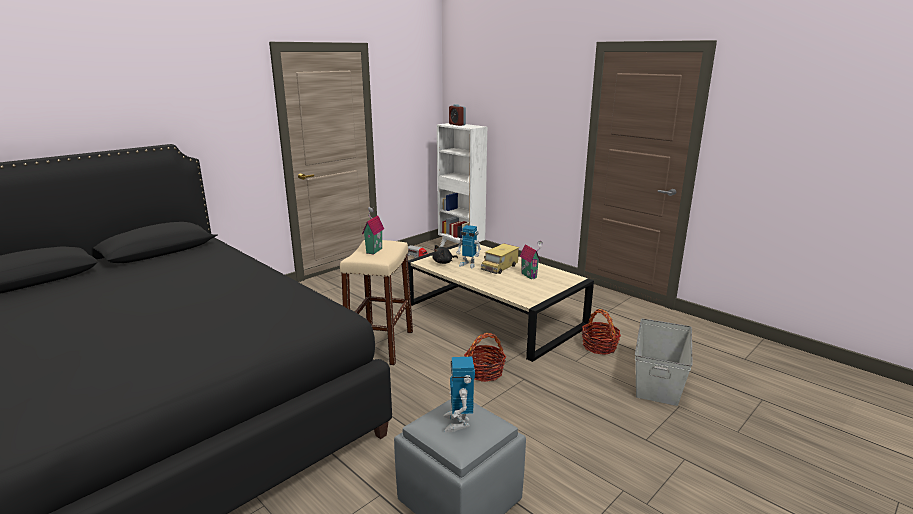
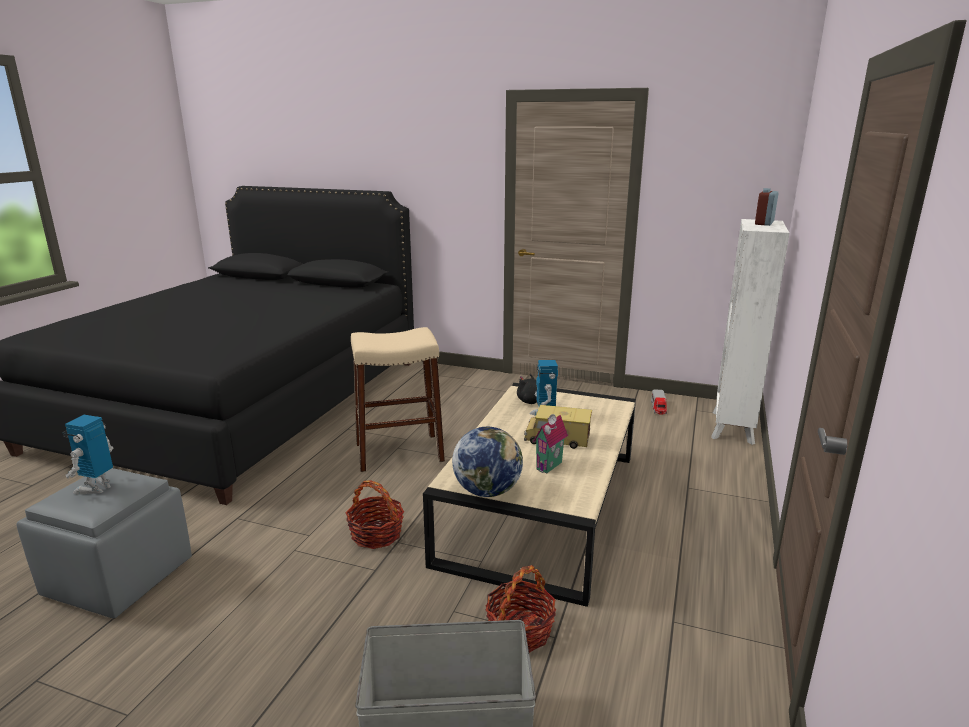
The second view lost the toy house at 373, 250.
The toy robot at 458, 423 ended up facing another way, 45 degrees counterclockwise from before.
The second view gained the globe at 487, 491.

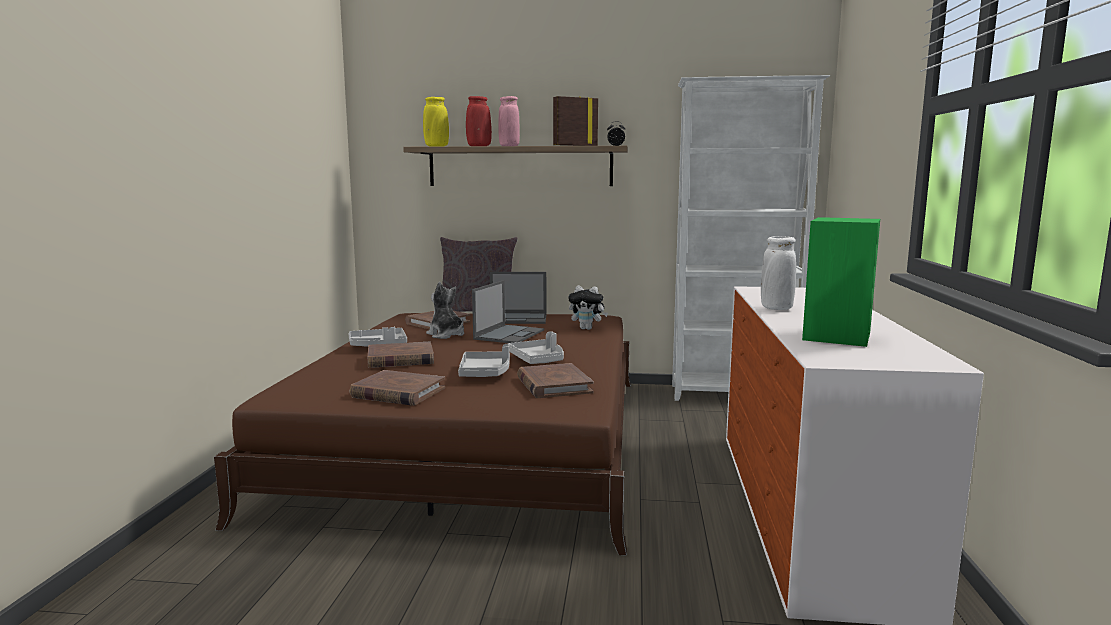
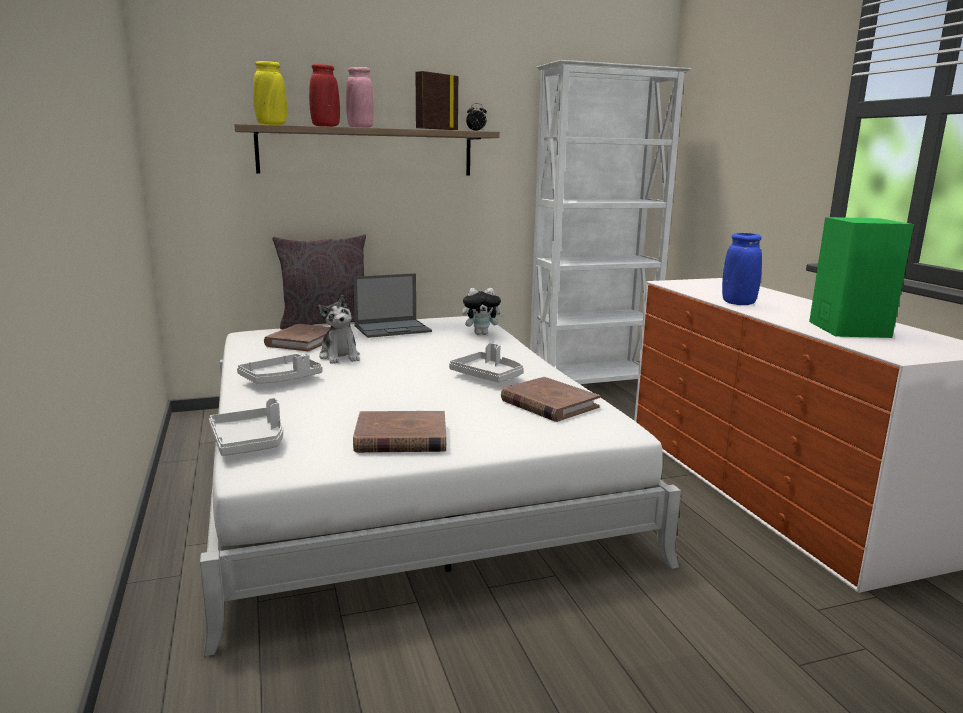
What was the brown bed at 476, 439 turned into the white bed at 399, 472.
The second view lost the brown book at 400, 359.
The plush toy at 446, 335 ended up facing another way, 135 degrees counterclockwise from before.
The grey tray ended up elsewhere, having gone from 485, 373 to 249, 442.
The second view lost the laptop at 509, 334.
What was the white vase at 776, 308 turned into the blue vase at 738, 303.

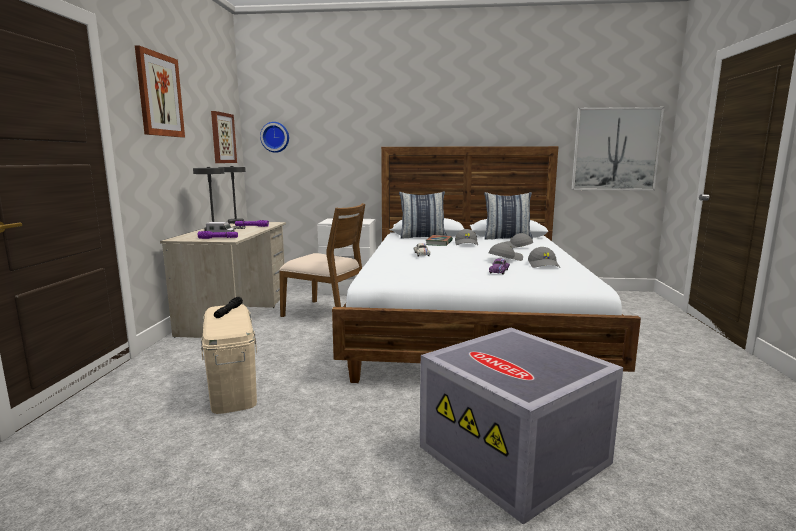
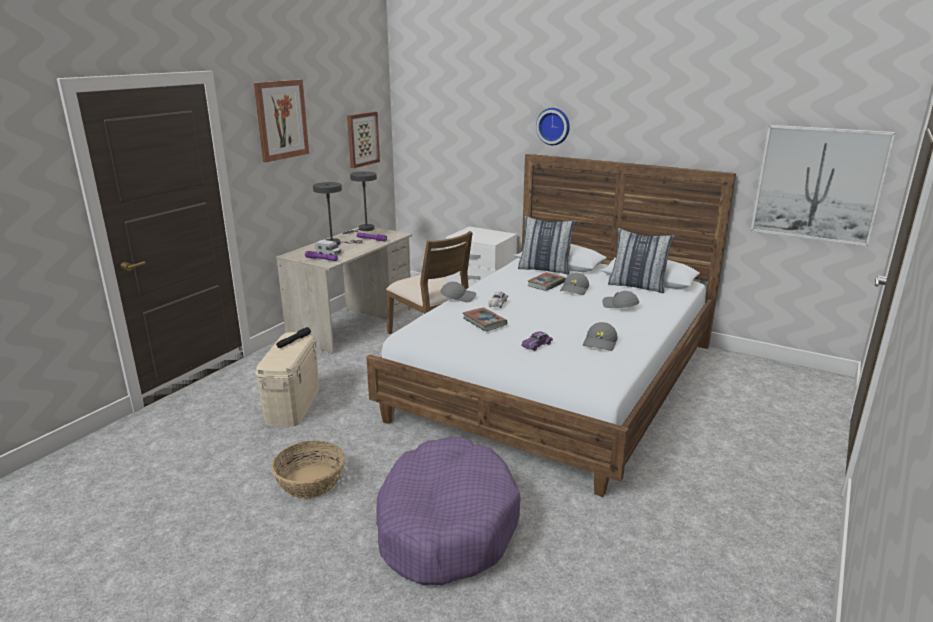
The wall clock ended up elsewhere, having gone from 275, 137 to 553, 126.
Where the grey storage box stood at 516, 455, the purple dog bed came to stand at 445, 524.
The grey cap ended up elsewhere, having gone from 505, 259 to 458, 297.
The second view gained the basket at 310, 482.
The second view gained the book at 484, 322.

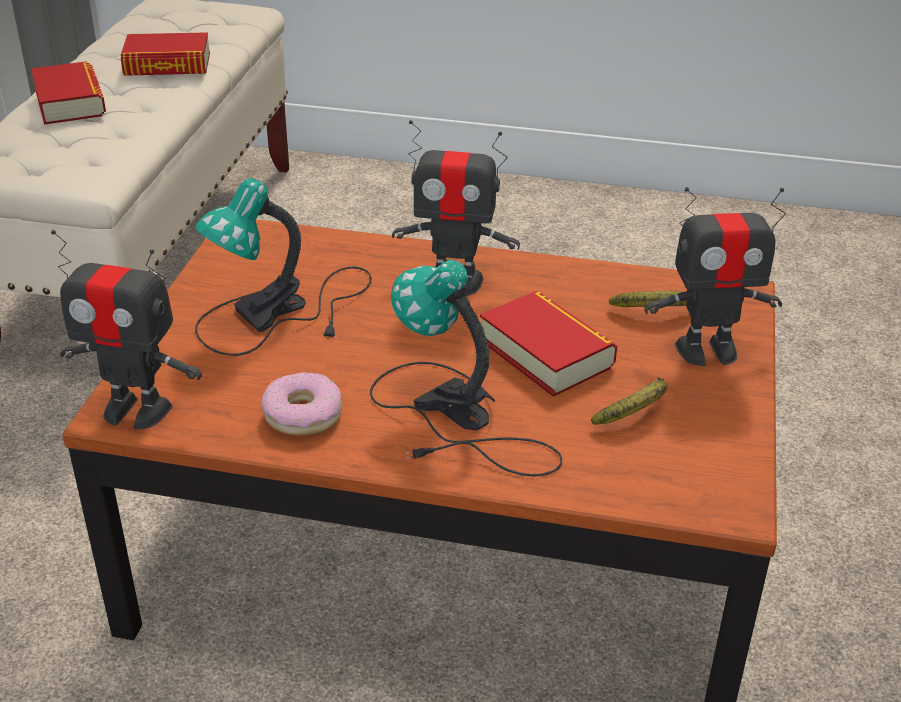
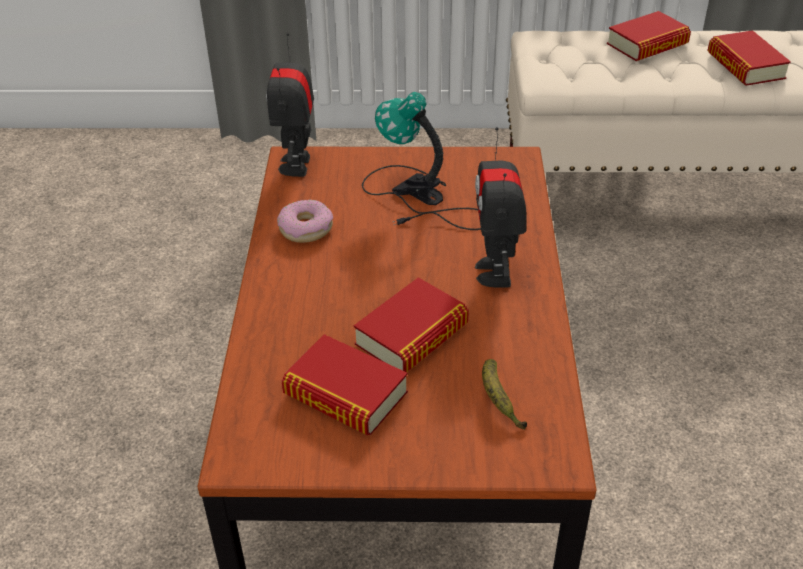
The second view lost the table lamp at 455, 418.
Where the banana stood at 636, 412, the book came to stand at 345, 394.
The second view lost the toy robot at 707, 350.

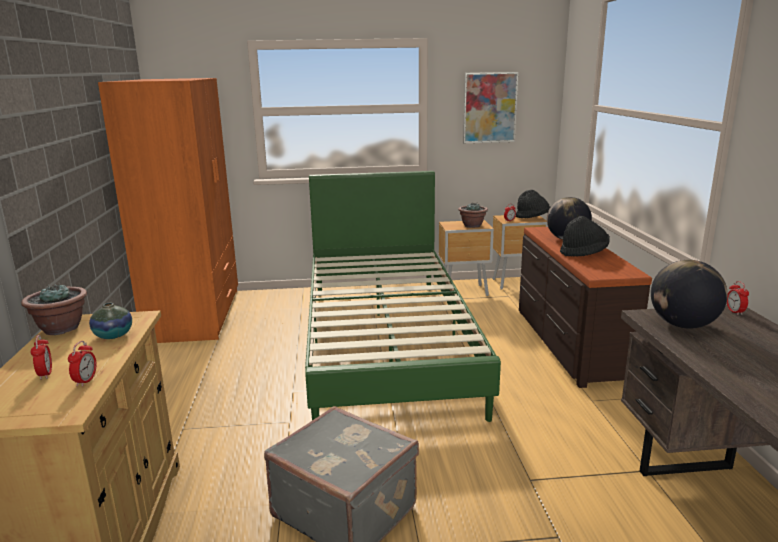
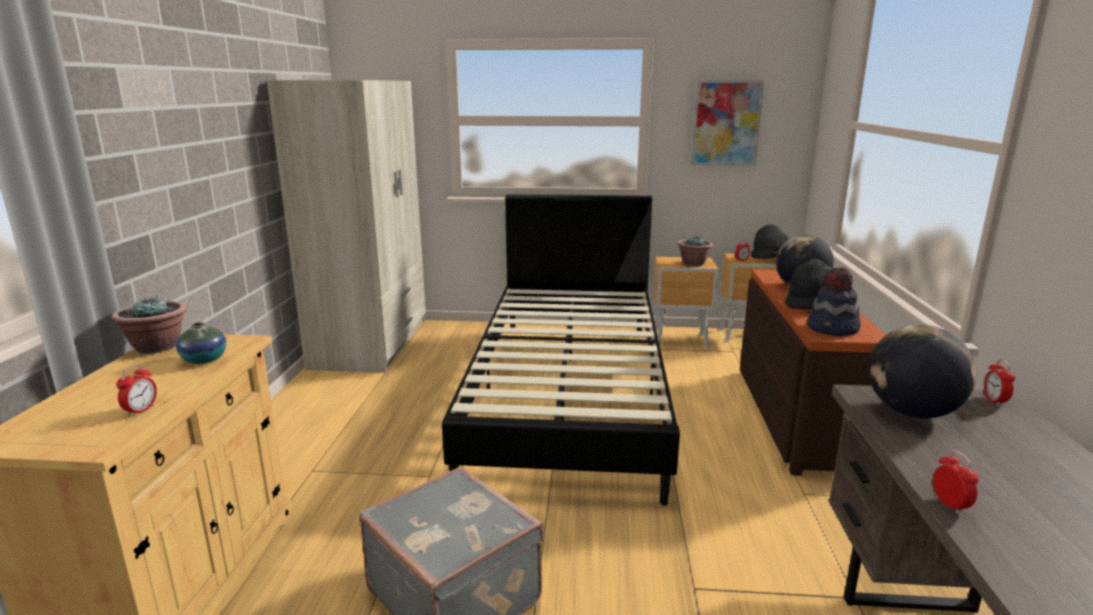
The alarm clock ended up elsewhere, having gone from 45, 374 to 949, 505.
What was the orange wardrobe at 196, 315 turned into the beige wardrobe at 372, 343.
What was the green bed at 386, 343 turned into the black bed at 569, 394.
The second view gained the hat at 833, 329.

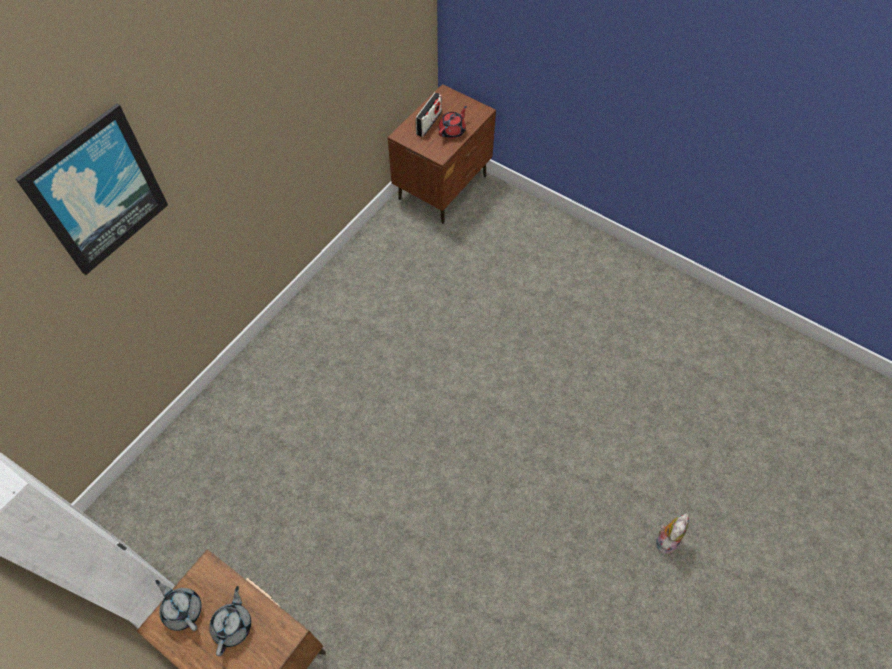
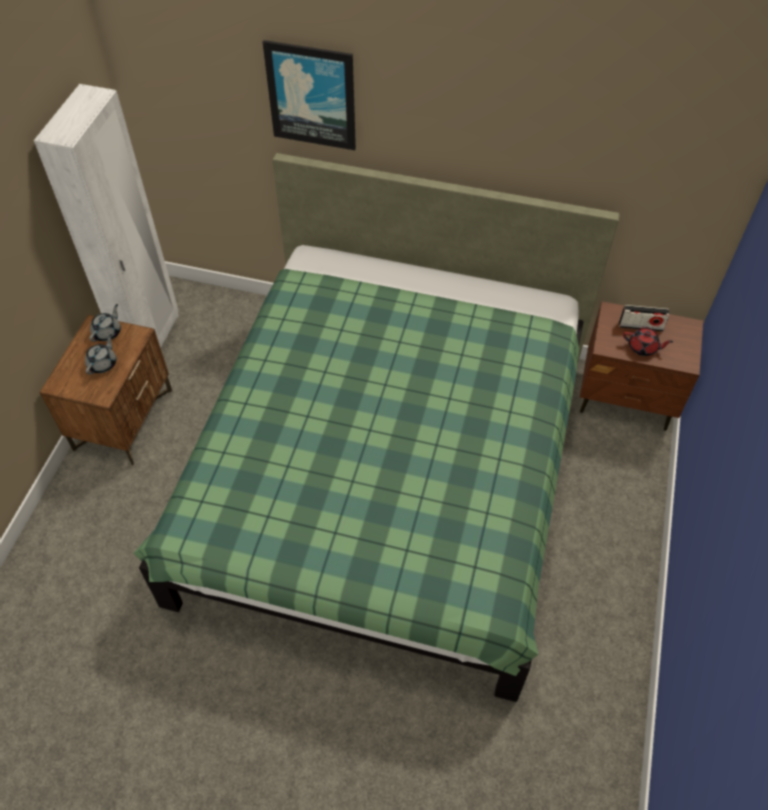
The grey teapot at 233, 625 ended up facing another way, 60 degrees counterclockwise from before.
The second view lost the plush toy at 665, 539.
The second view gained the green bed at 385, 475.

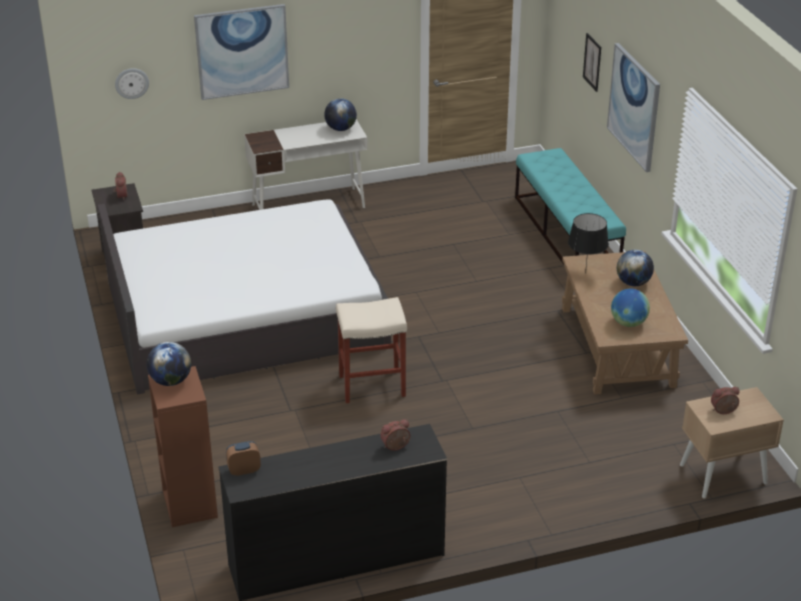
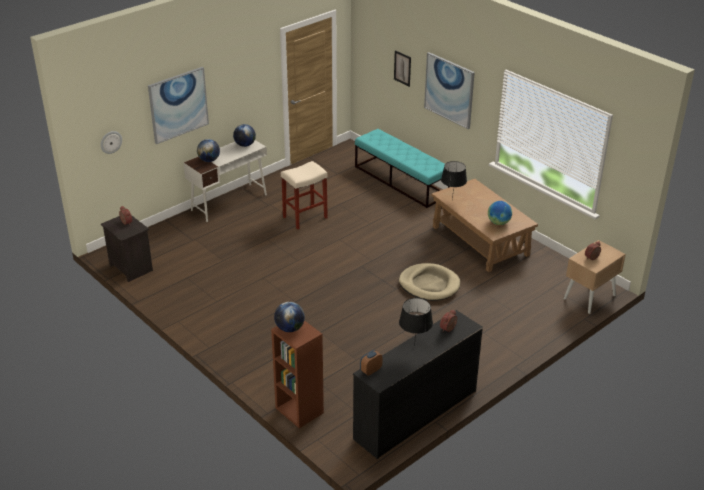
The second view lost the white bed at 244, 314.
The beige stool ended up elsewhere, having gone from 373, 385 to 305, 217.
The globe ended up elsewhere, having gone from 633, 283 to 209, 160.
The second view gained the beige dog bed at 429, 284.
The second view gained the black table lamp at 414, 345.

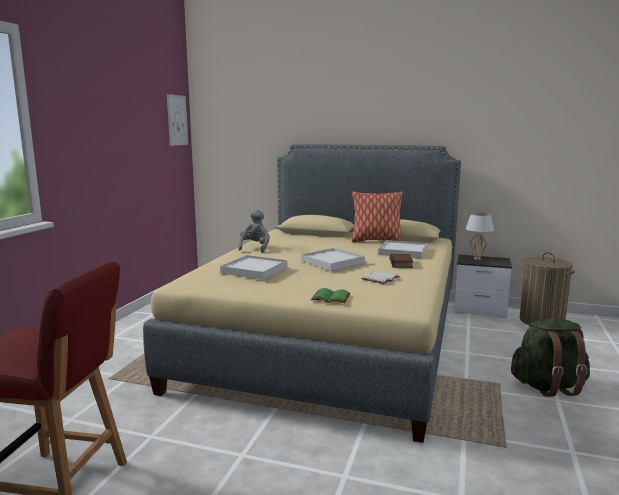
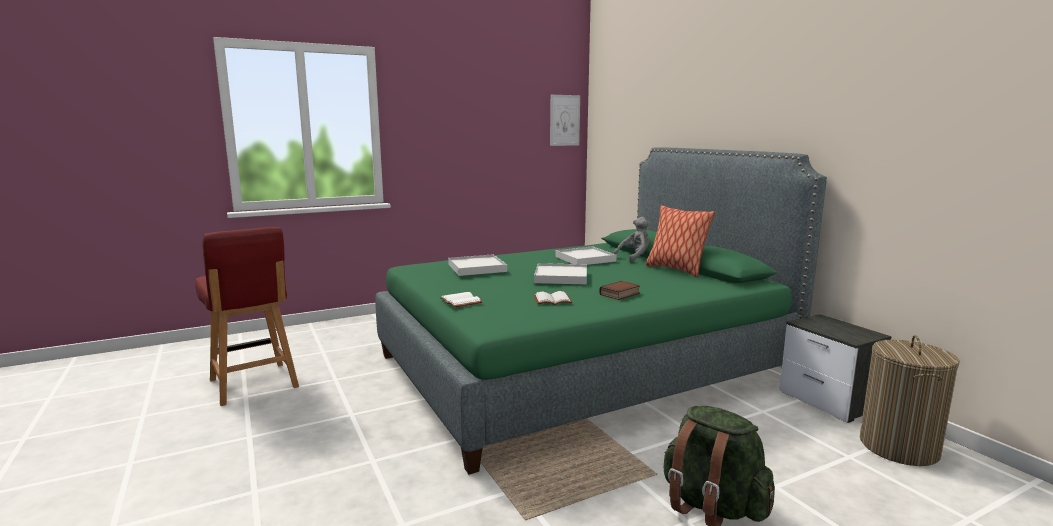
What was the beige bed at 330, 339 turned into the green bed at 581, 366.
The grey plush toy ended up elsewhere, having gone from 255, 248 to 634, 258.
What was the green book at 331, 297 turned into the white book at 462, 301.
The white tray ended up elsewhere, having gone from 403, 252 to 585, 259.
The second view lost the white table lamp at 477, 258.

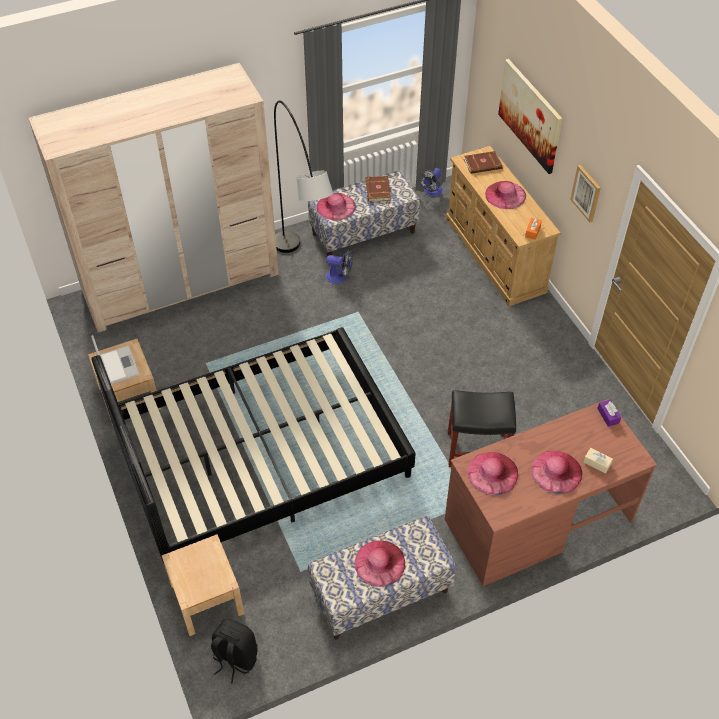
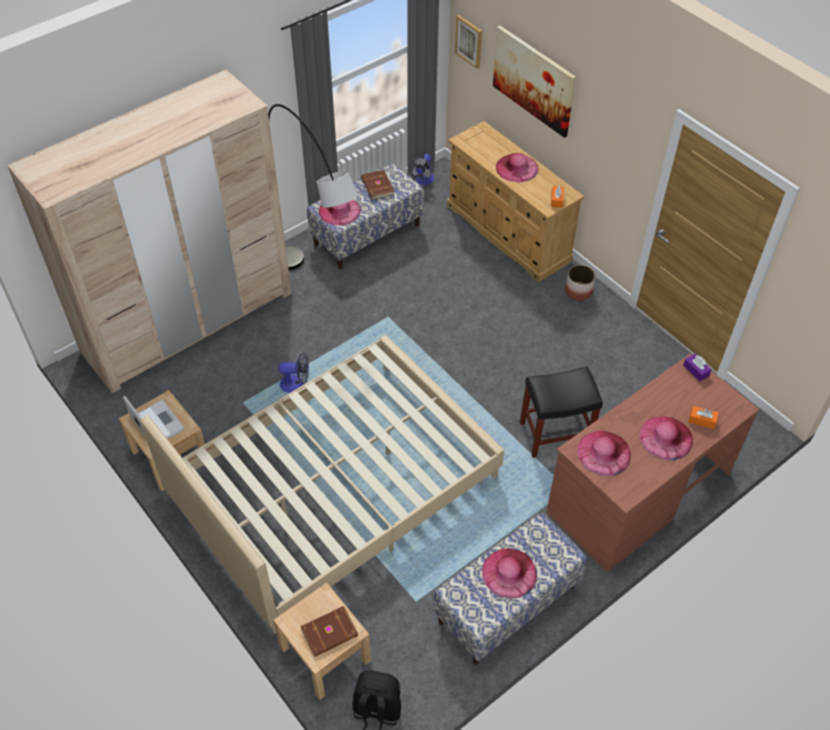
What was the black bed at 261, 454 turned into the beige bed at 334, 487.
The fan ended up elsewhere, having gone from 340, 277 to 296, 384.
The brown book ended up elsewhere, having gone from 483, 164 to 330, 633.
The picture ended up elsewhere, having gone from 586, 193 to 469, 41.
What was the beige tissue box at 597, 463 turned into the orange tissue box at 702, 420.
The second view gained the planter at 578, 292.

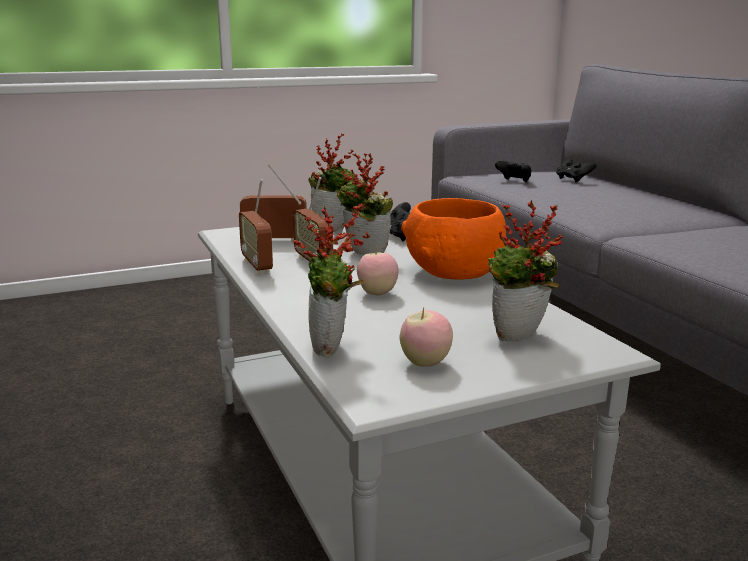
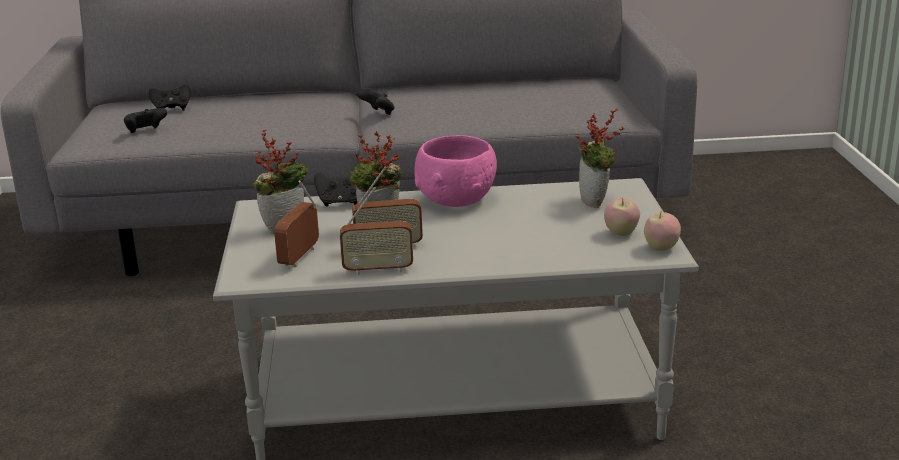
The second view lost the potted plant at 333, 349.
The apple ended up elsewhere, having gone from 377, 294 to 661, 248.
What was the orange bowl at 453, 273 turned into the pink bowl at 457, 200.
The second view gained the black game controller at 378, 113.

